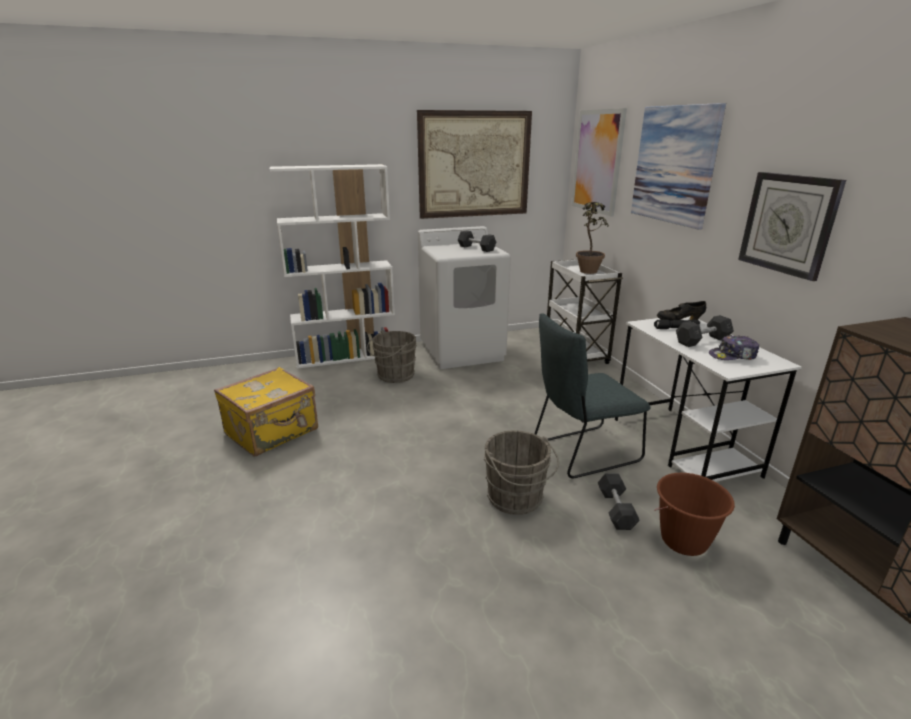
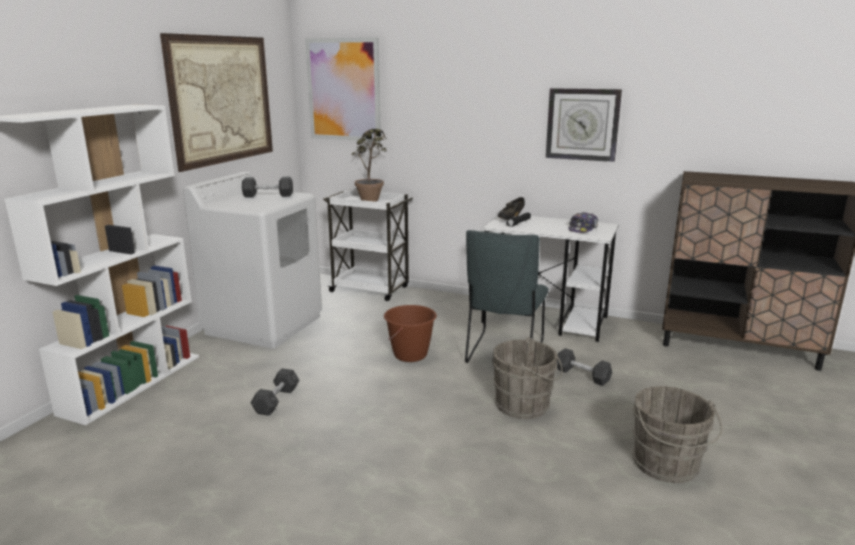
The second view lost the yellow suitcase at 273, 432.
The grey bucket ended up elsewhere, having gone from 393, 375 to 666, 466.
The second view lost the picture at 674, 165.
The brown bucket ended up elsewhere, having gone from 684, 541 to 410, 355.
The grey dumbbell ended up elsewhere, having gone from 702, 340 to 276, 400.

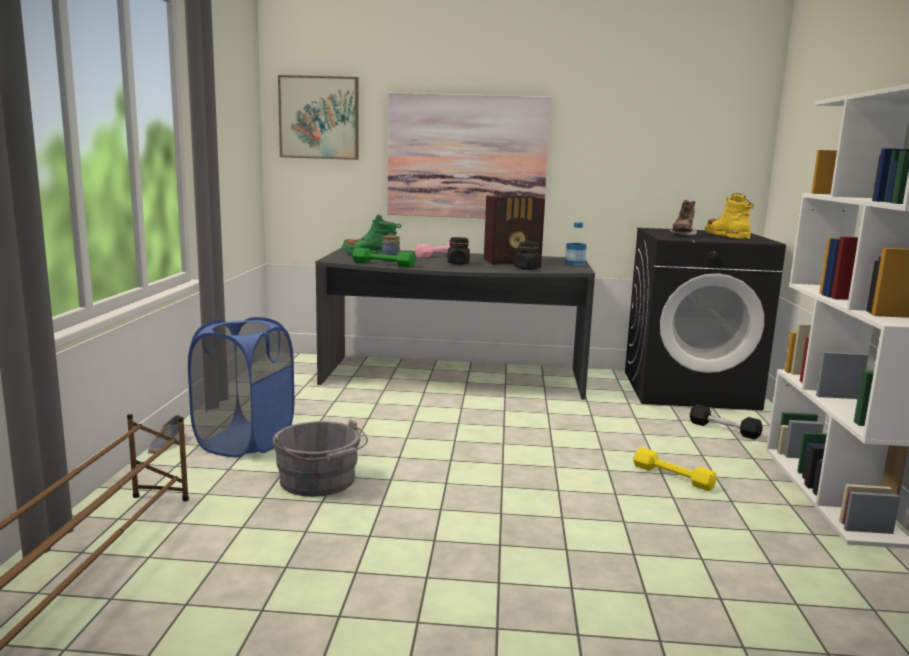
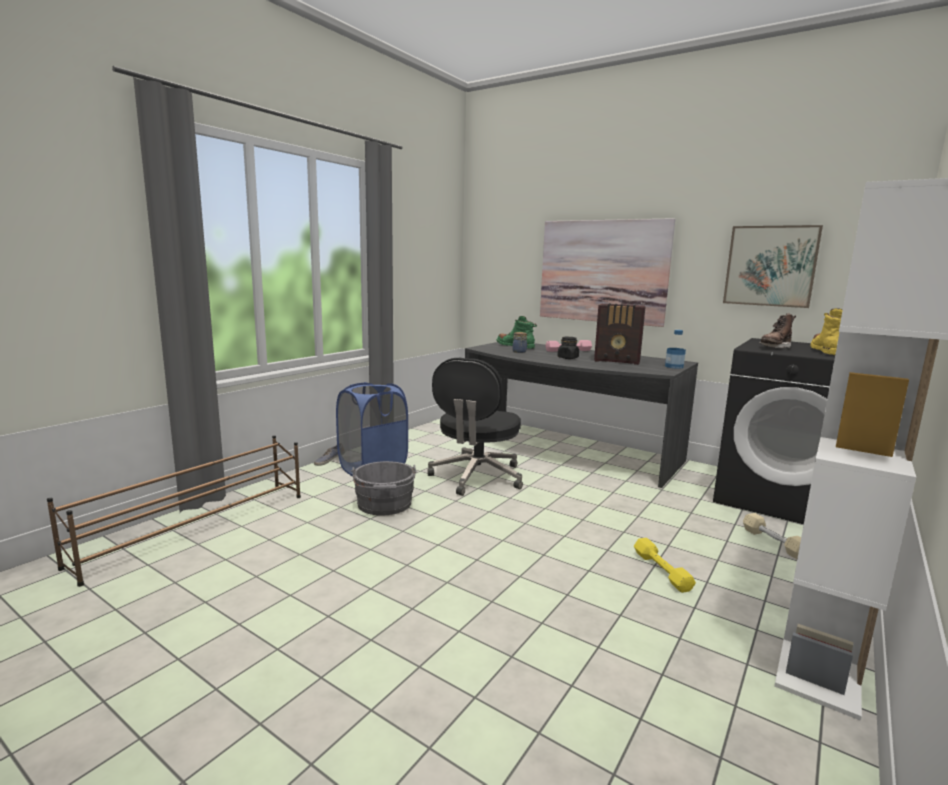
The picture ended up elsewhere, having gone from 319, 118 to 770, 266.
The second view lost the green dumbbell at 383, 264.
The second view lost the black jar at 527, 268.
What was the black dumbbell at 724, 430 turned into the beige dumbbell at 773, 543.
The second view gained the black office chair at 476, 477.

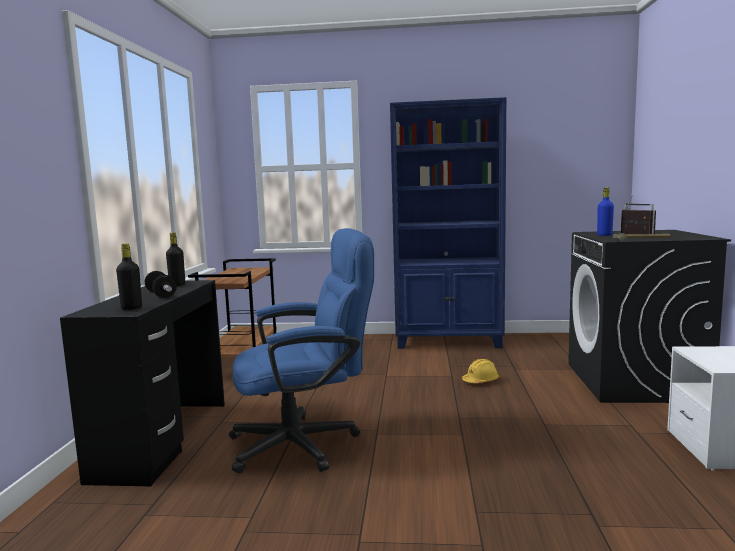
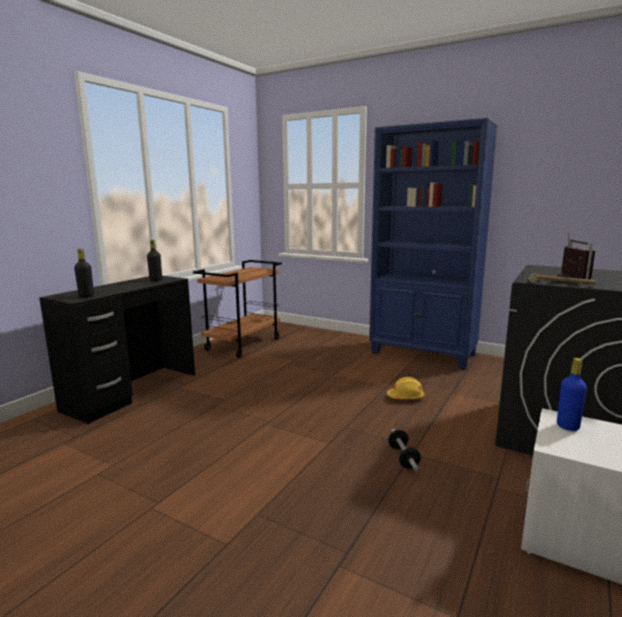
The dumbbell ended up elsewhere, having gone from 161, 295 to 403, 457.
The second view lost the blue office chair at 306, 443.
The blue bottle ended up elsewhere, having gone from 604, 235 to 567, 426.

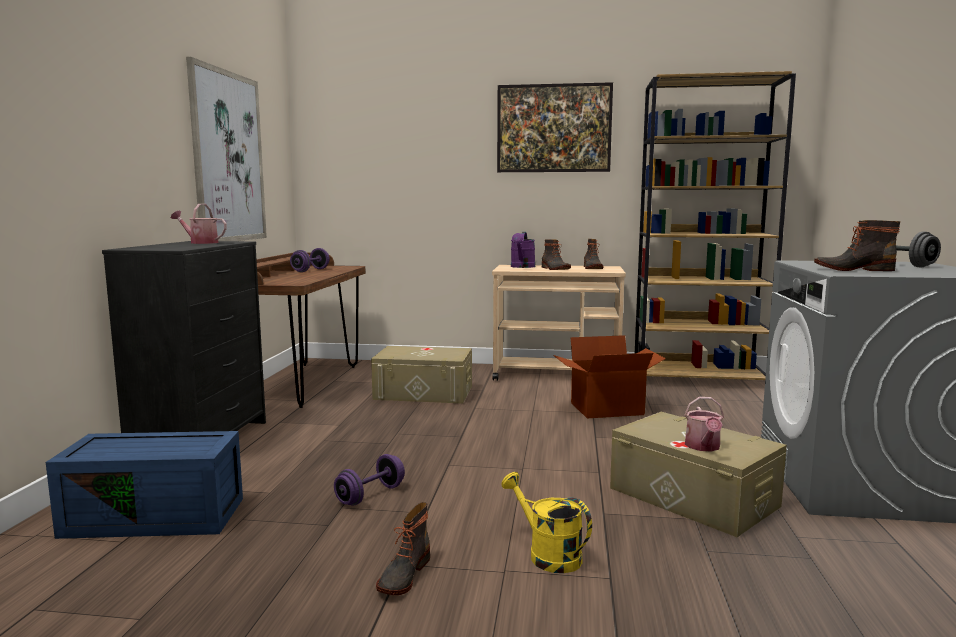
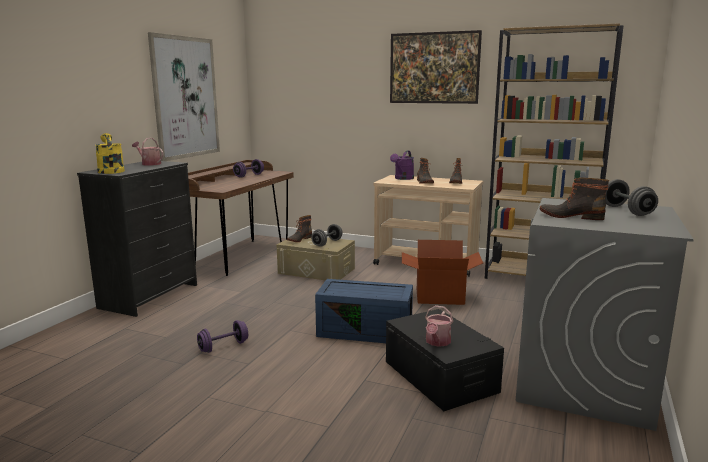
The blue storage box ended up elsewhere, having gone from 158, 516 to 366, 330.
The boot ended up elsewhere, having gone from 403, 575 to 299, 239.
The yellow watering can ended up elsewhere, having gone from 547, 554 to 110, 171.
What was the beige storage box at 692, 497 turned into the black storage box at 440, 376.
The second view gained the grey dumbbell at 327, 243.

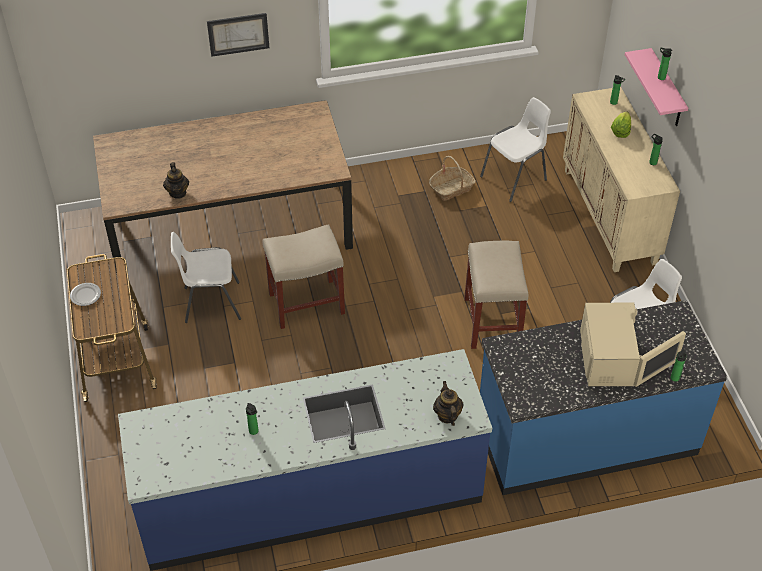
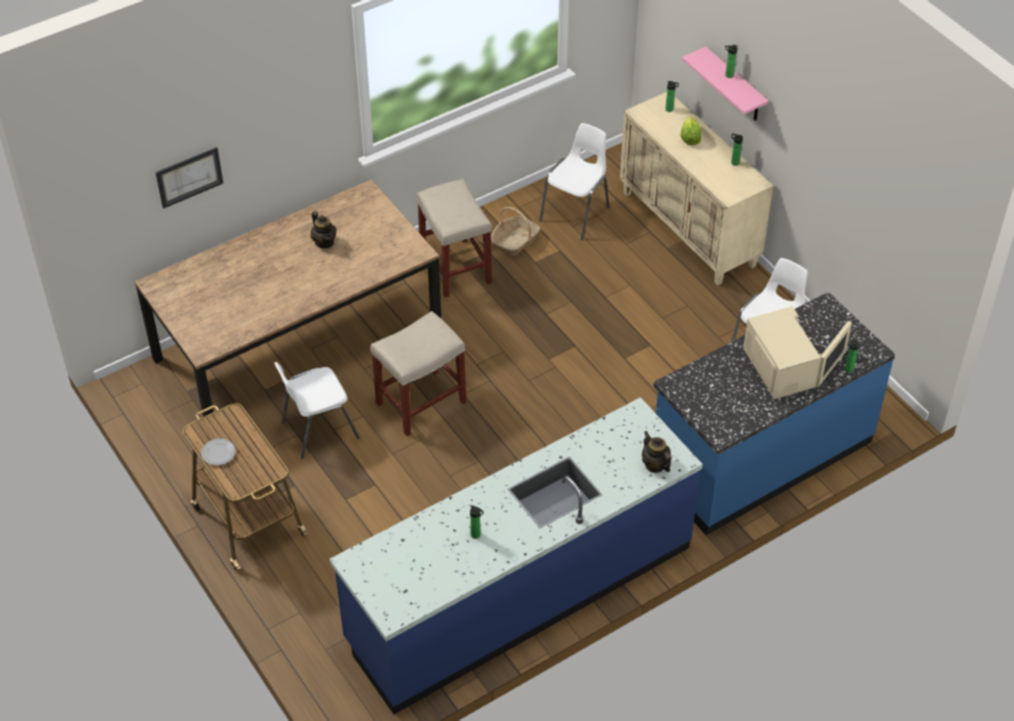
The teapot ended up elsewhere, having gone from 178, 192 to 324, 242.
The picture ended up elsewhere, having gone from 238, 34 to 189, 177.
The beige stool ended up elsewhere, having gone from 492, 322 to 456, 268.

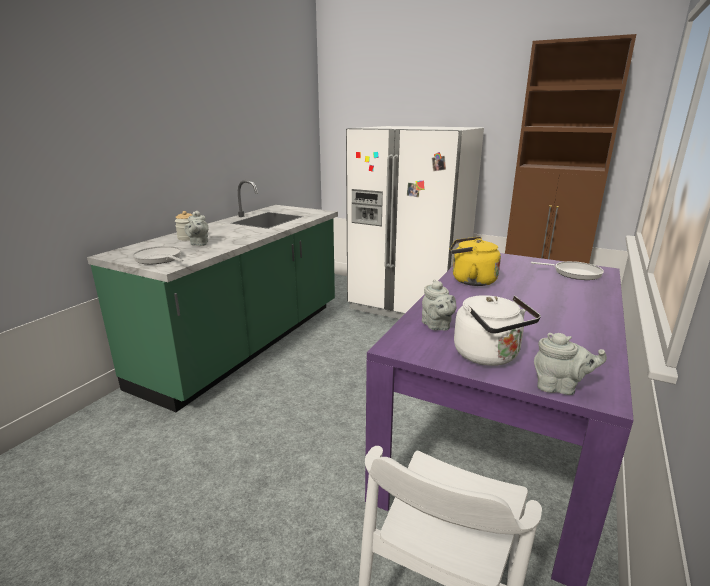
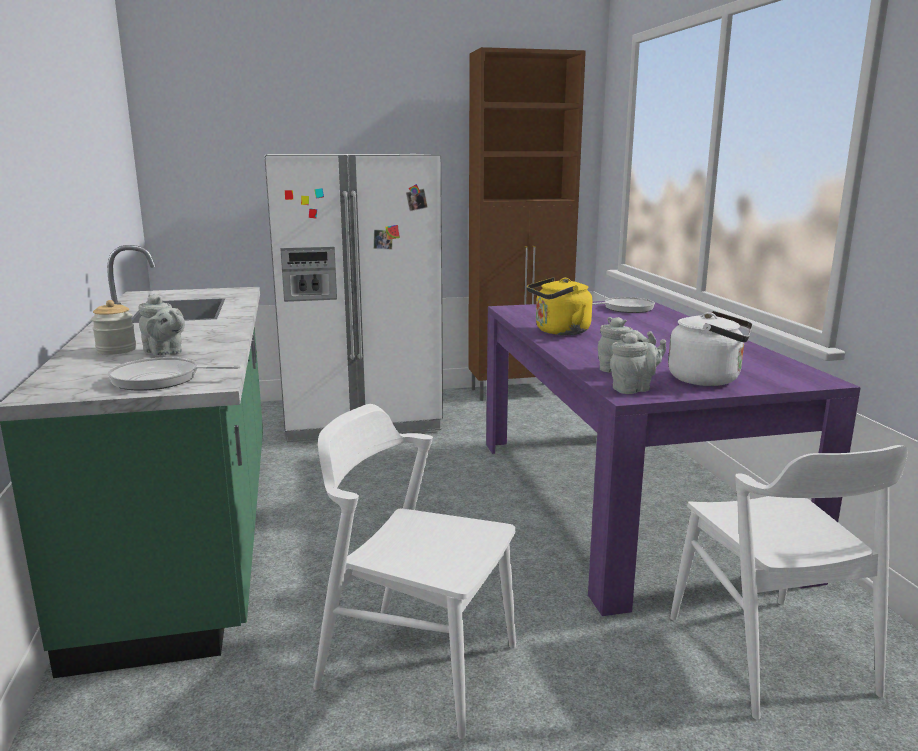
The grey teapot ended up elsewhere, having gone from 559, 387 to 634, 389.
The second view gained the white chair at 417, 666.

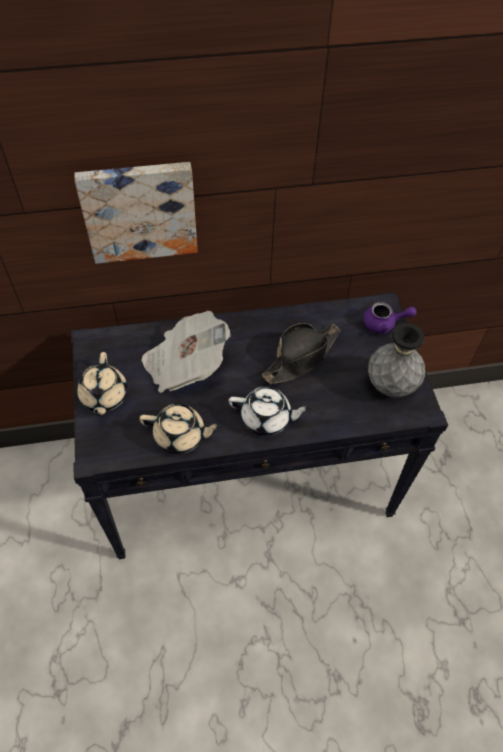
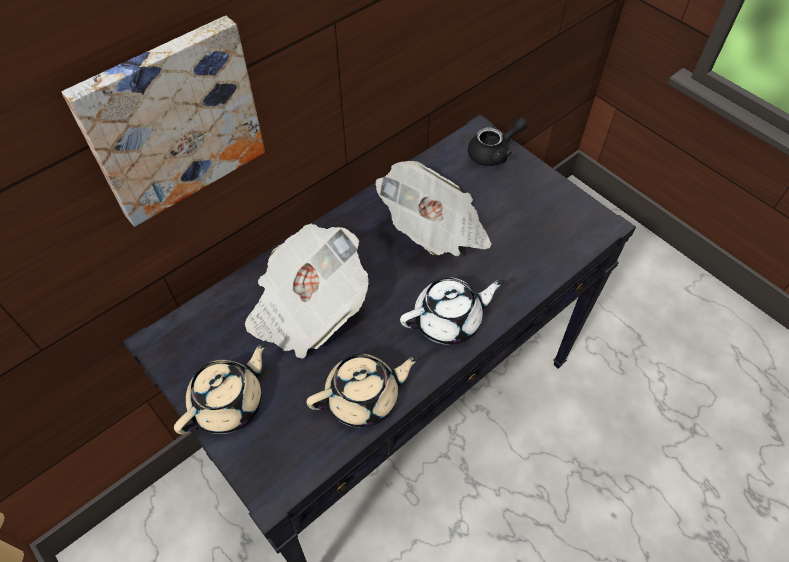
The beige teapot at 104, 396 ended up facing another way, 105 degrees counterclockwise from before.
Where the black hat stood at 302, 357, the newspaper came to stand at 435, 230.
What was the purple teapot at 384, 324 turned into the black teapot at 494, 153.
The second view lost the grey vase at 390, 386.

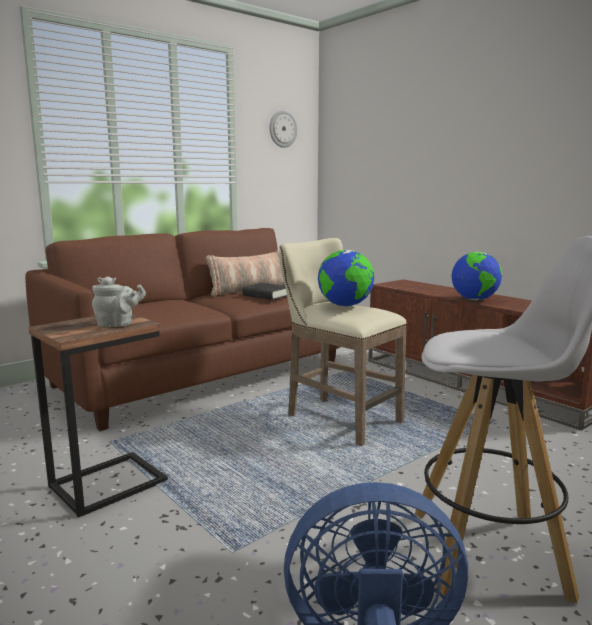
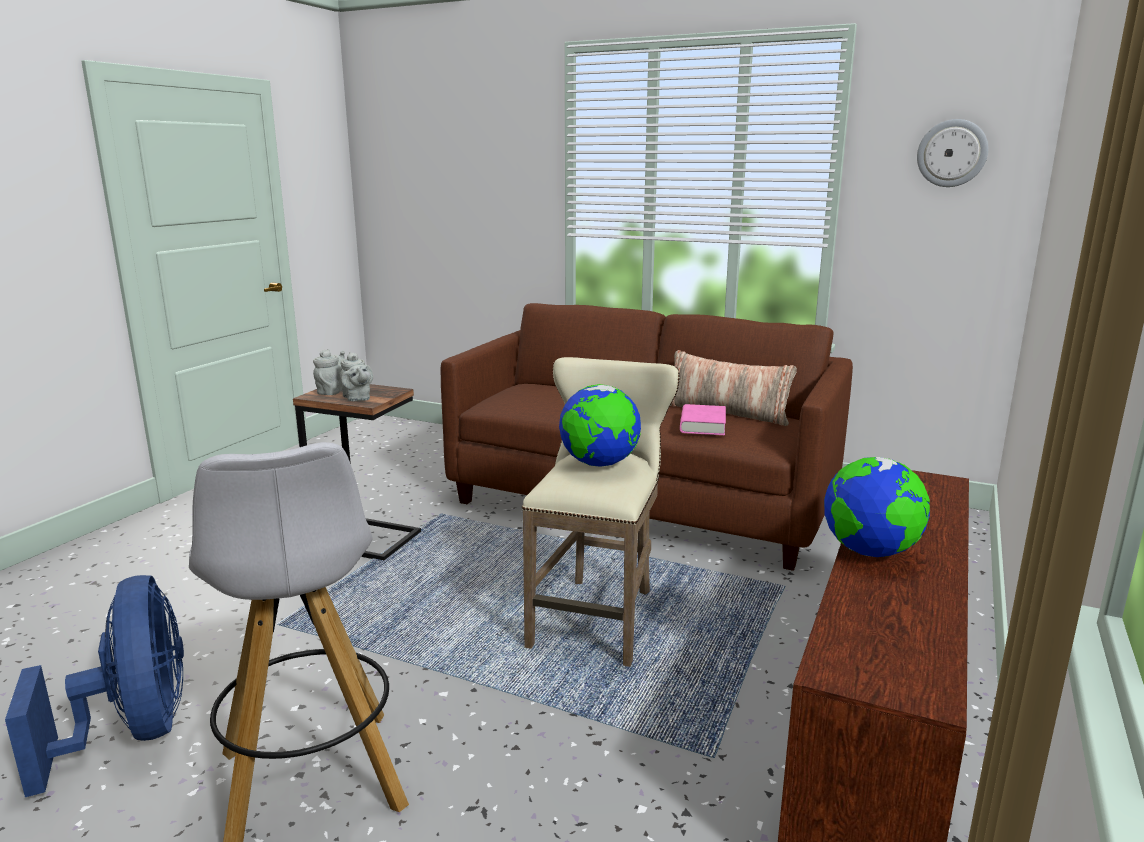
What was the black book at 266, 295 turned into the pink book at 702, 425.
The second view gained the grey teapot at 332, 391.

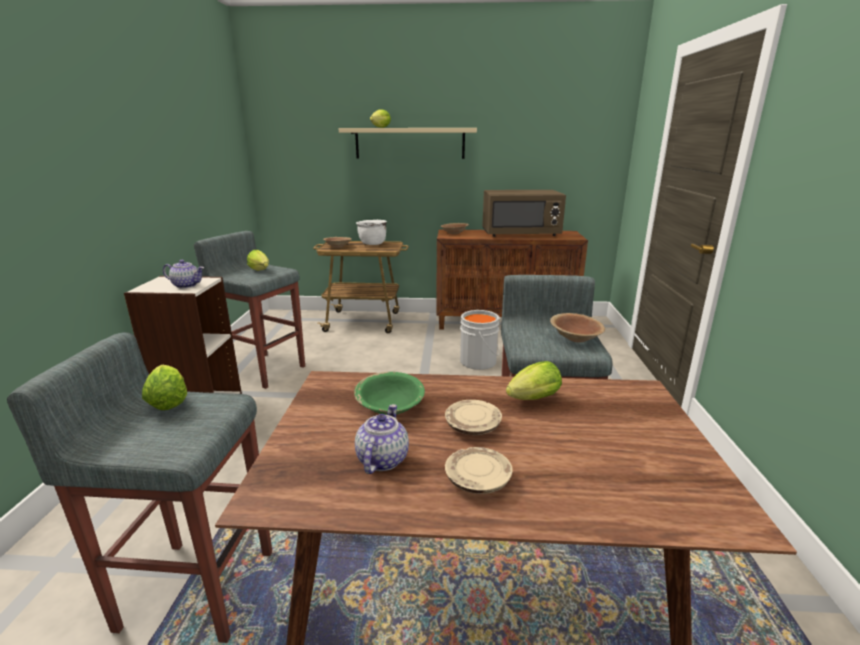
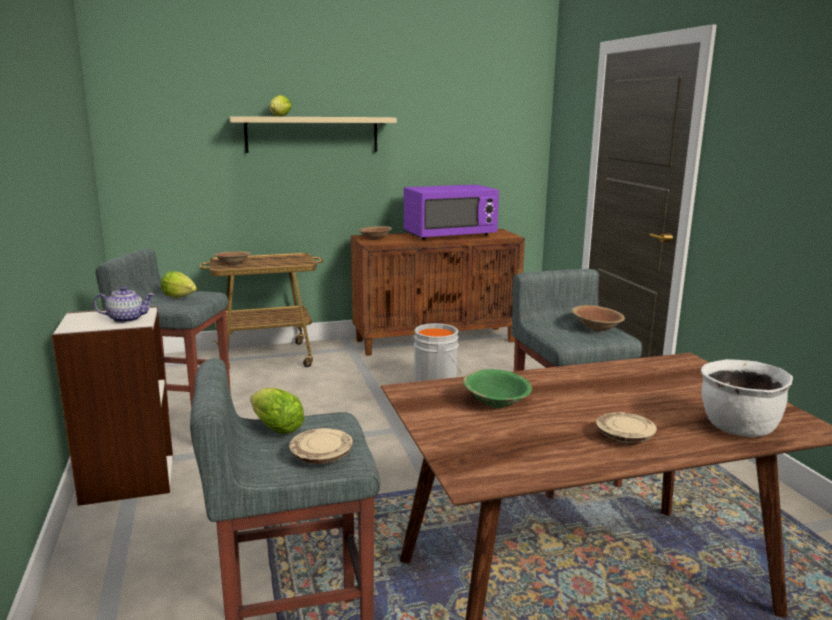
The second view lost the teapot at 381, 459.
The white cooking pot ended up elsewhere, having gone from 372, 244 to 738, 429.
The beige plate ended up elsewhere, having gone from 473, 426 to 321, 456.
What was the brown microwave at 520, 234 turned into the purple microwave at 450, 236.
The second view lost the lettuce at 531, 400.

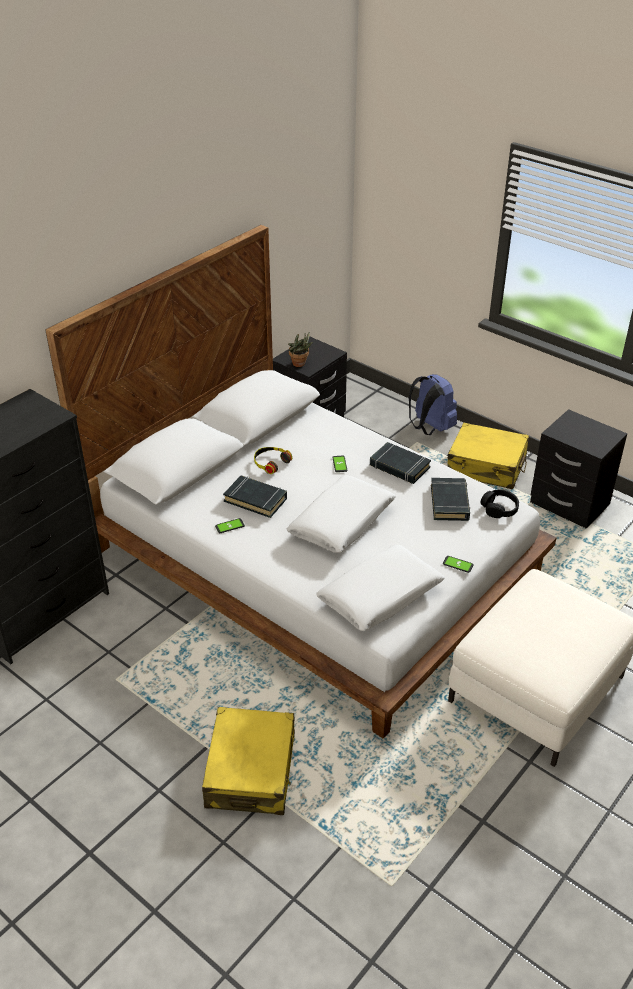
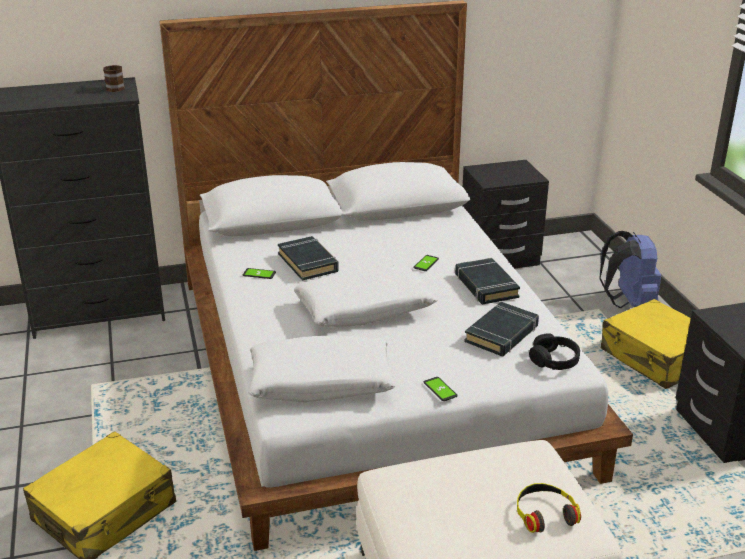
The headphones ended up elsewhere, having gone from 271, 463 to 544, 513.
The second view lost the potted plant at 300, 364.
The second view gained the mug at 113, 87.

